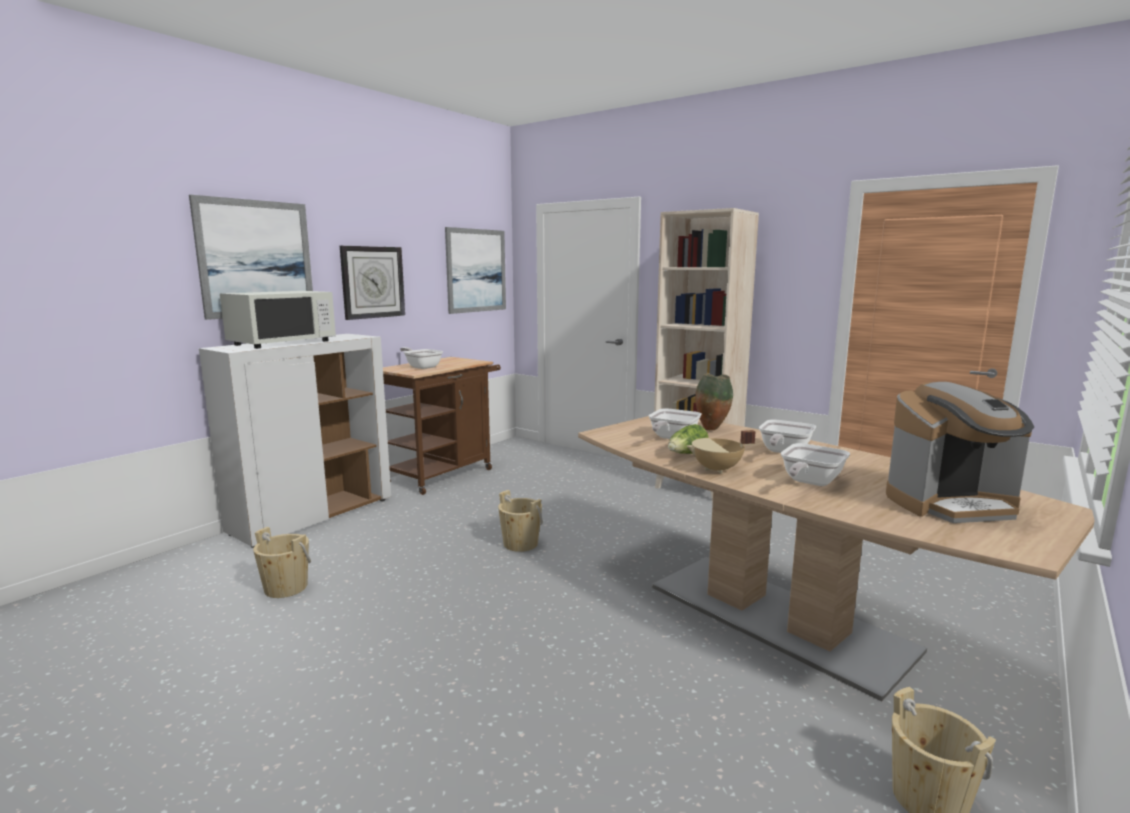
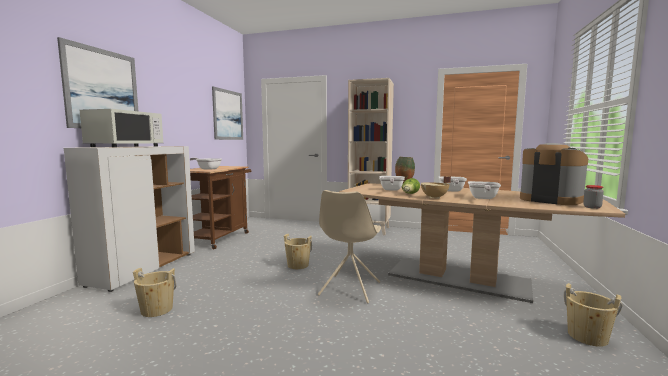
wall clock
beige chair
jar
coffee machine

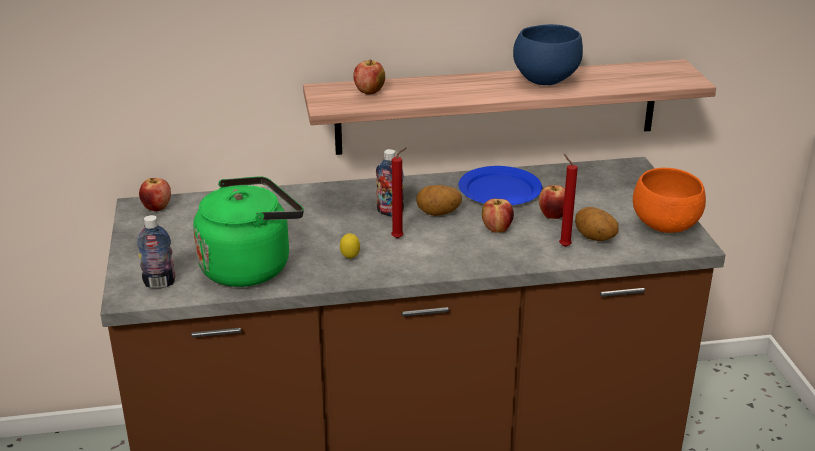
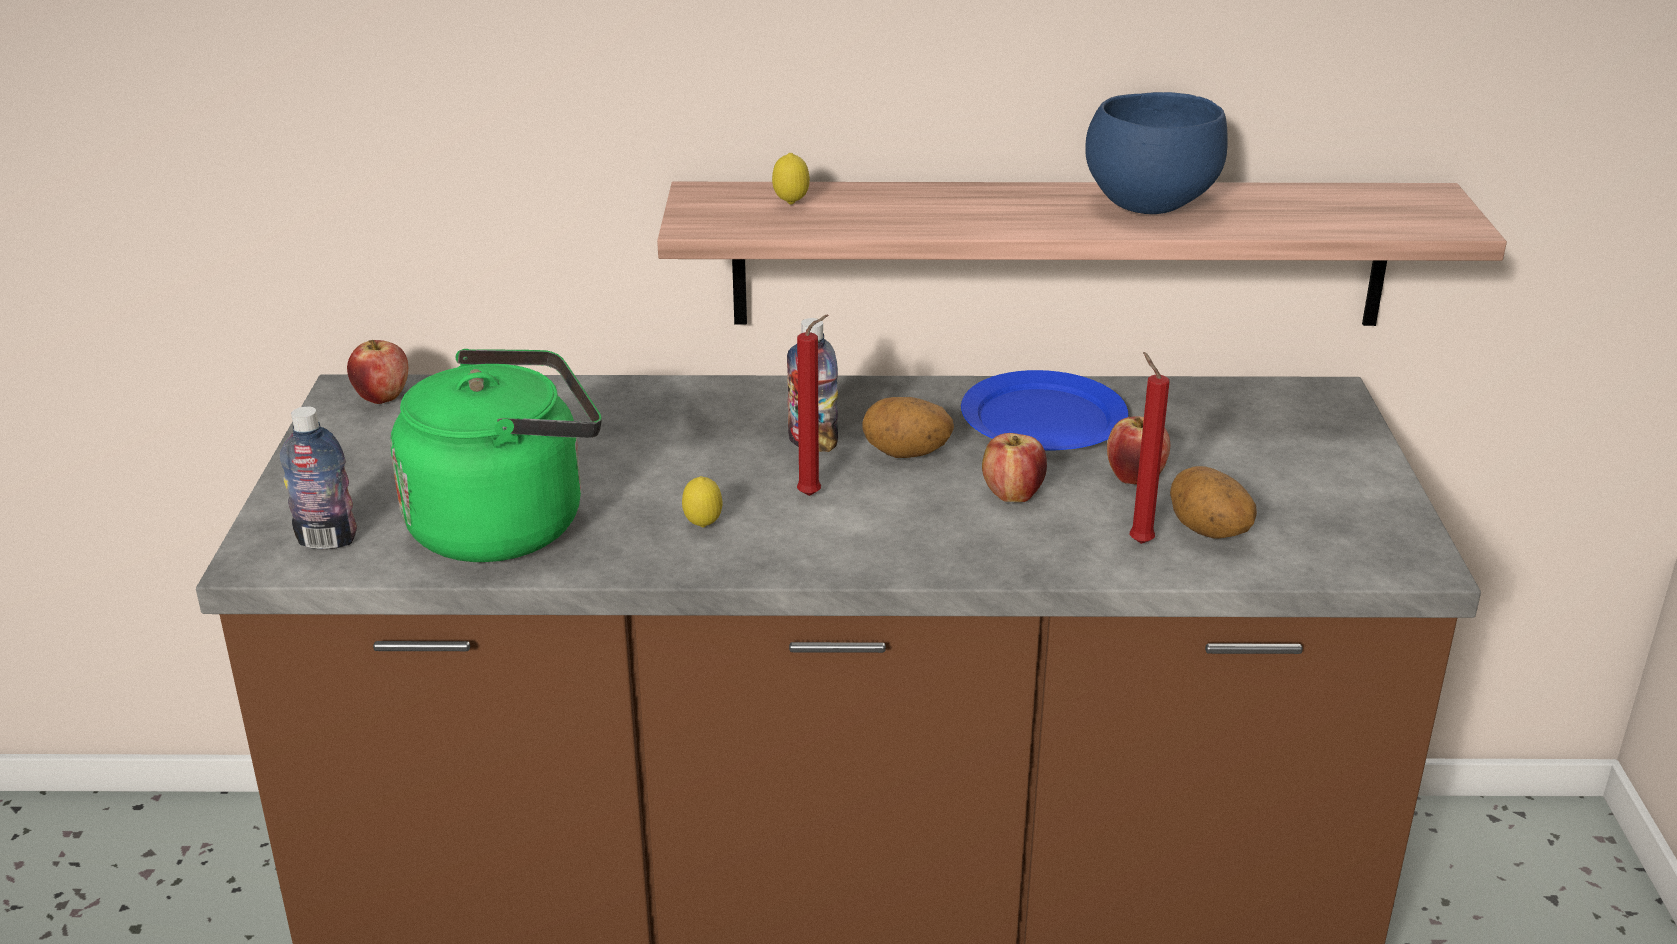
orange bowl
lemon (no. 2 from left)

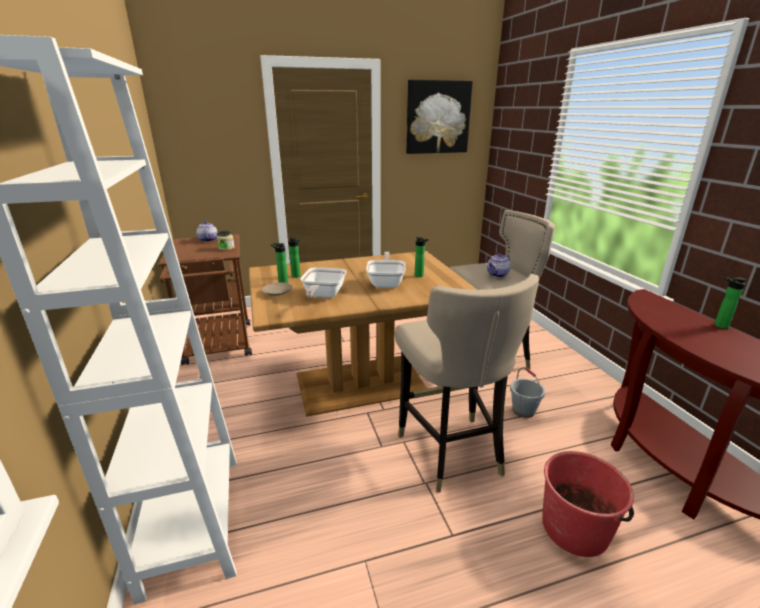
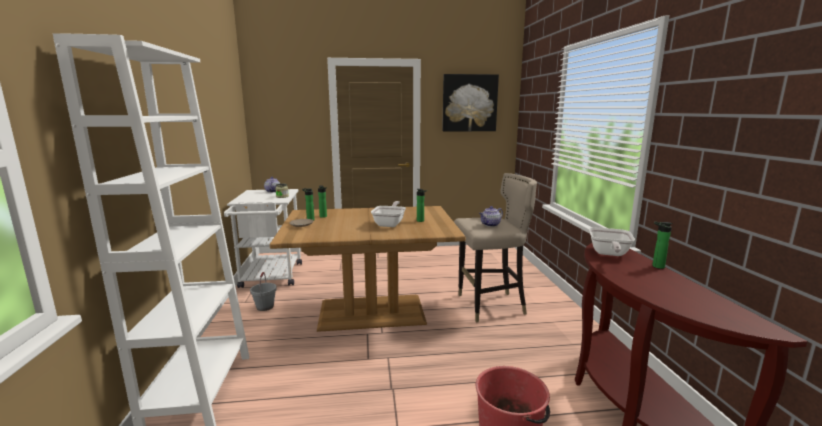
beige stool (no. 1 from left in the first image)
frying pan (no. 2 from left)
grey bucket
white cart

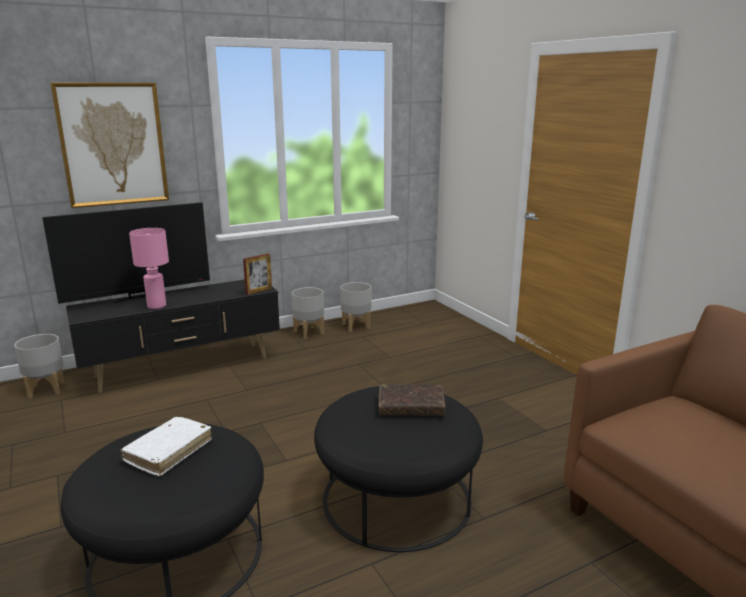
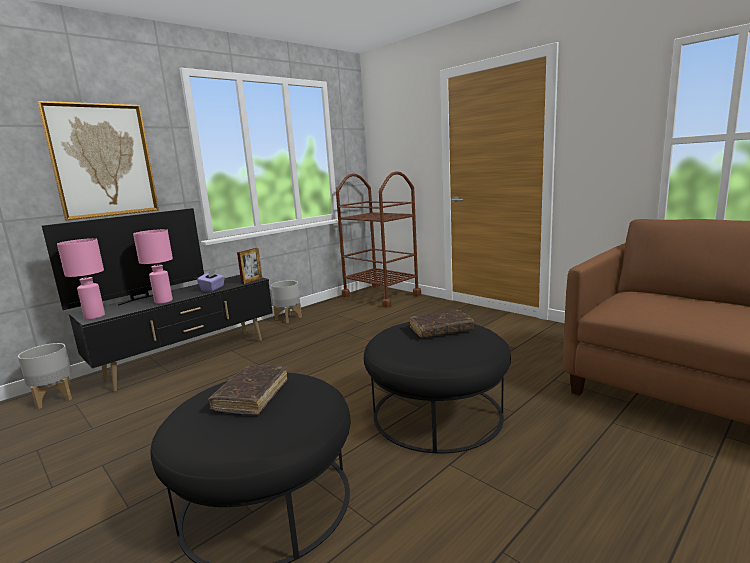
grey planter (no. 3 from left in the first image)
pink table lamp (no. 1 from left)
purple tissue box
brown cart
brown book (no. 1 from left)

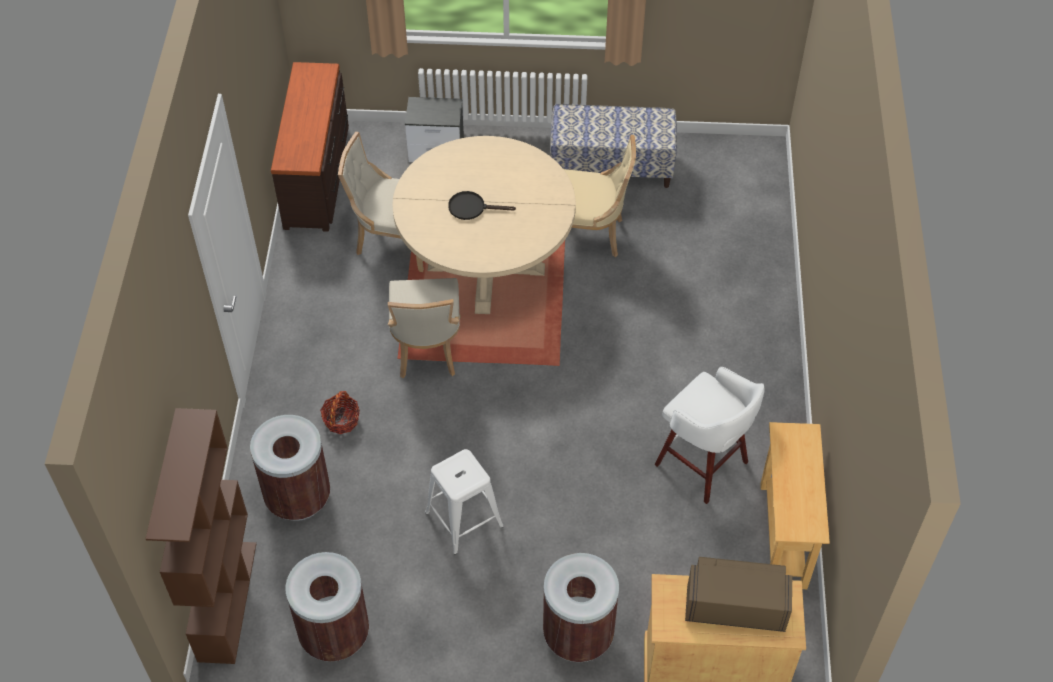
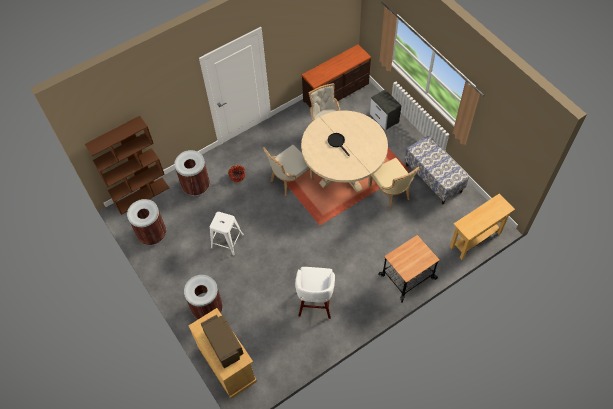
cart
beige console table

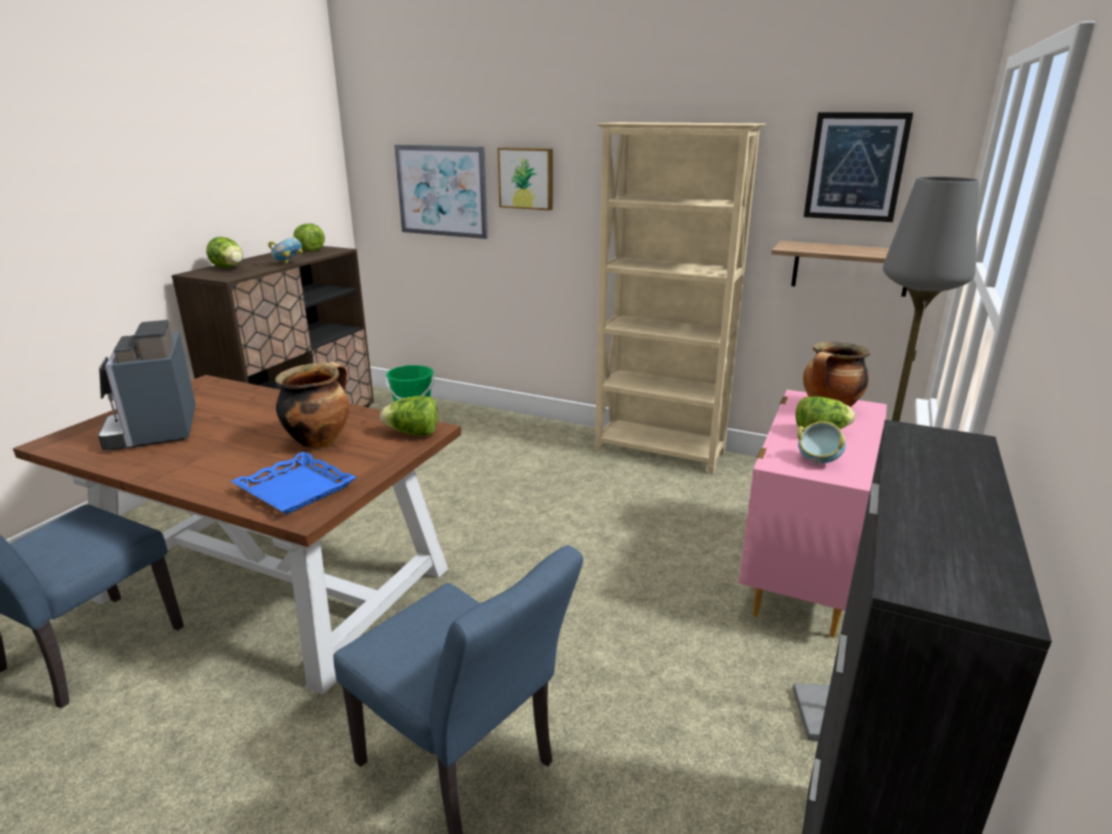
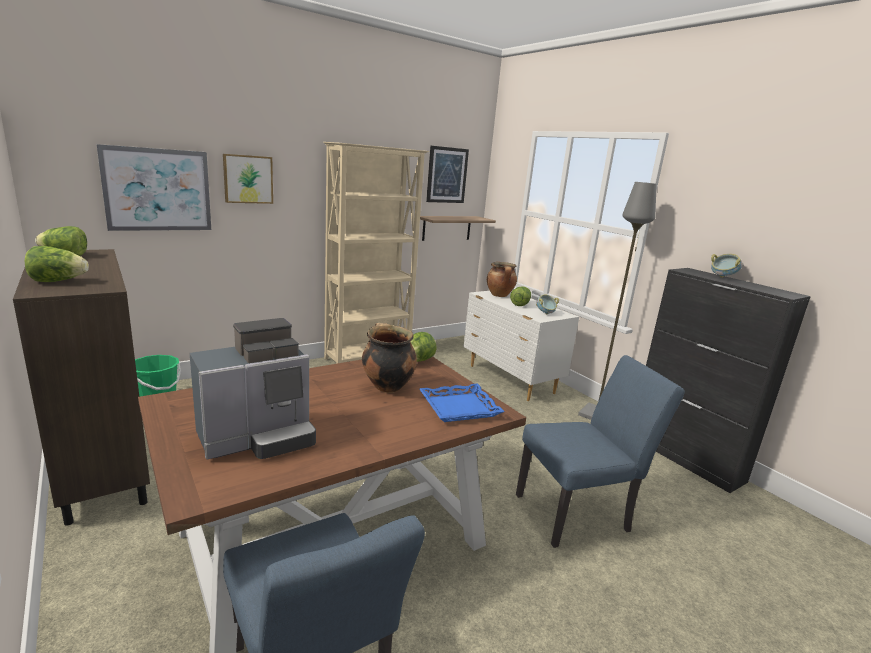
bowl (no. 2 from left)
white dresser
coffee machine

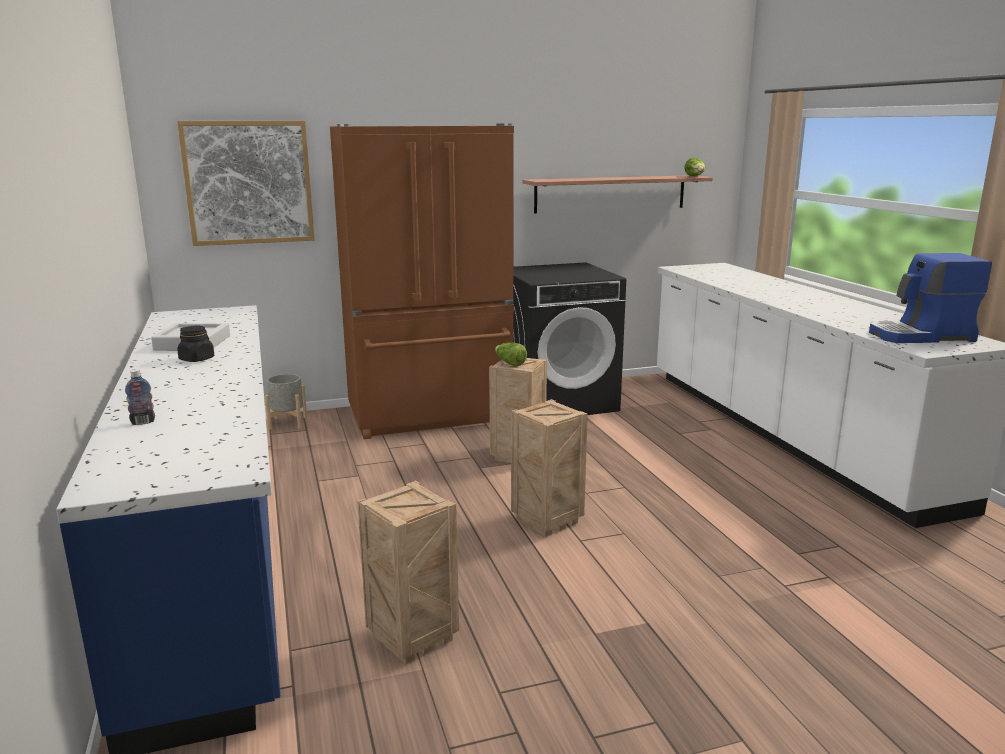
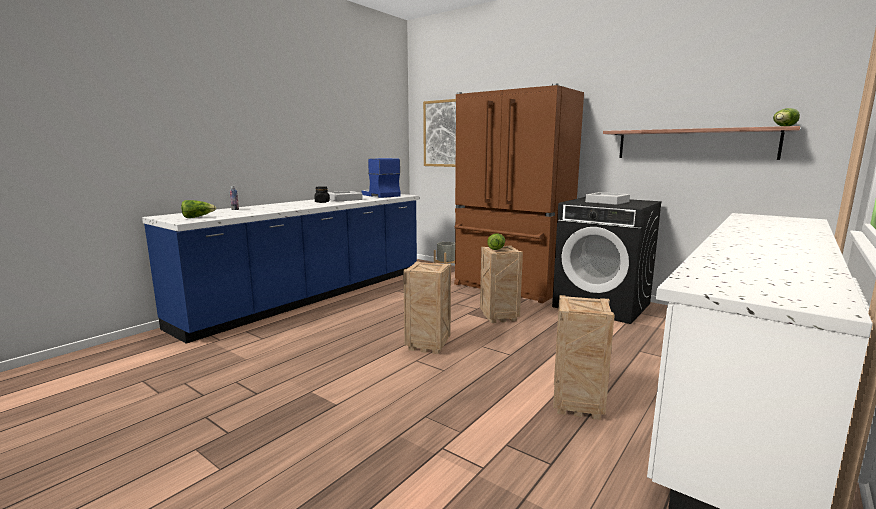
lettuce (no. 1 from left)
grey tray (no. 2 from left)
crate (no. 3 from left)
coffee machine

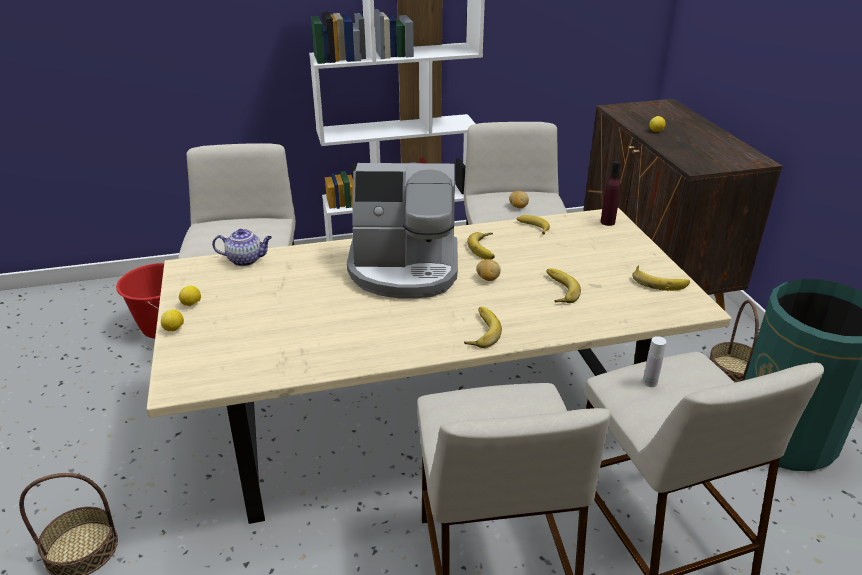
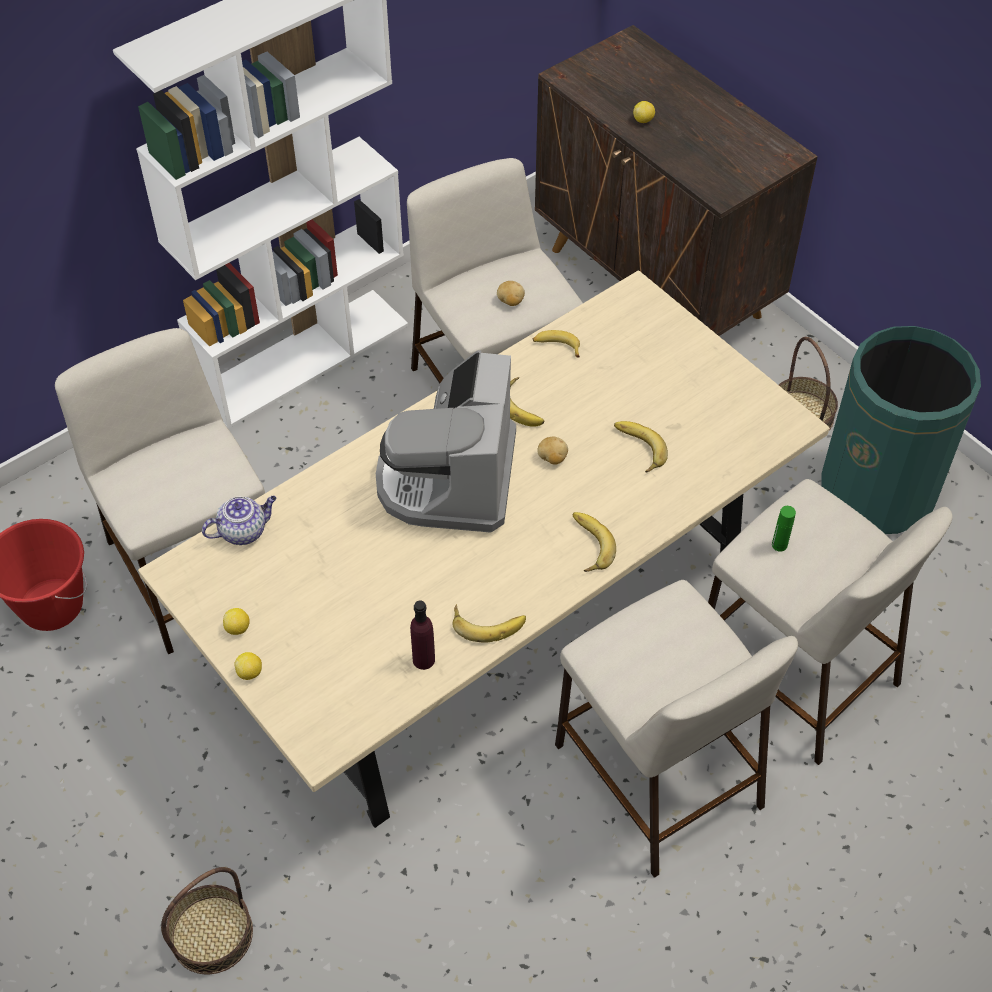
purple bottle
banana (no. 1 from left)
green bottle
coffee machine

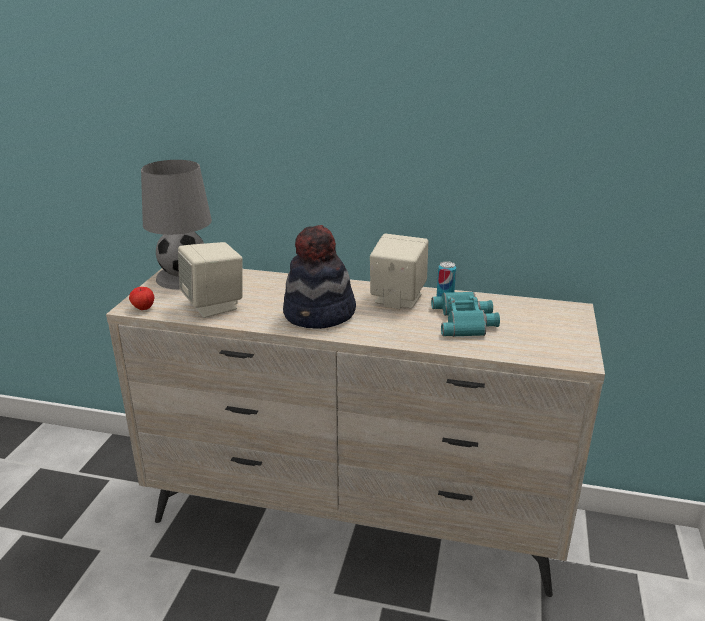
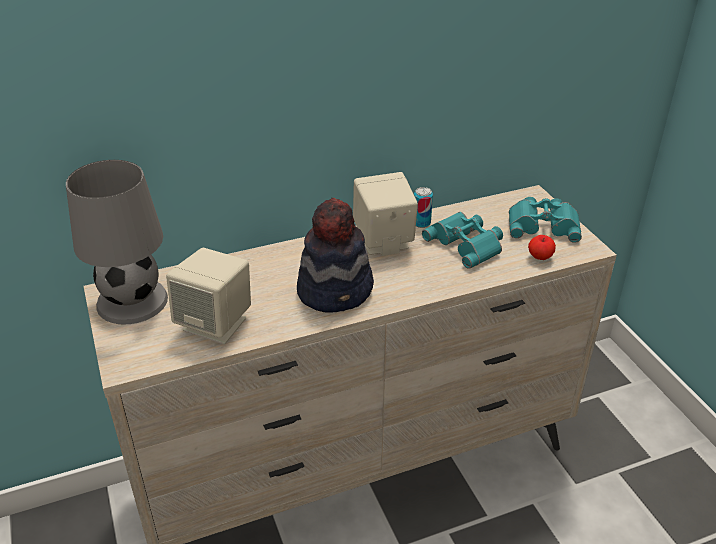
turquoise binoculars (no. 2 from left)
apple

